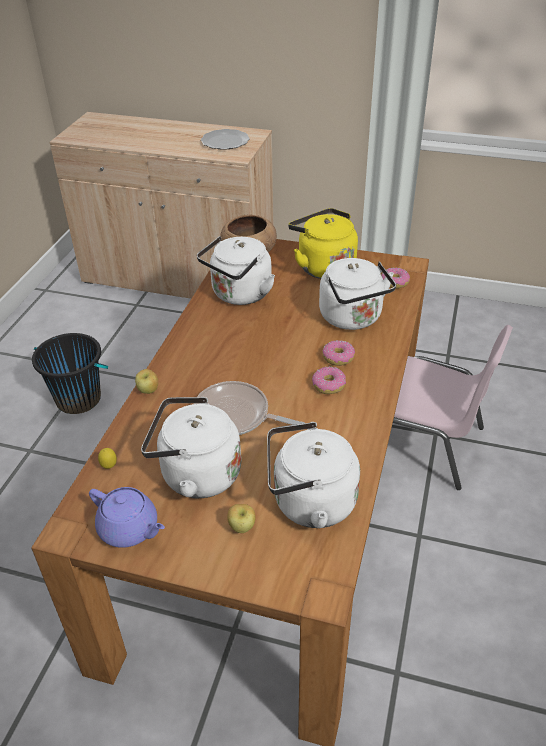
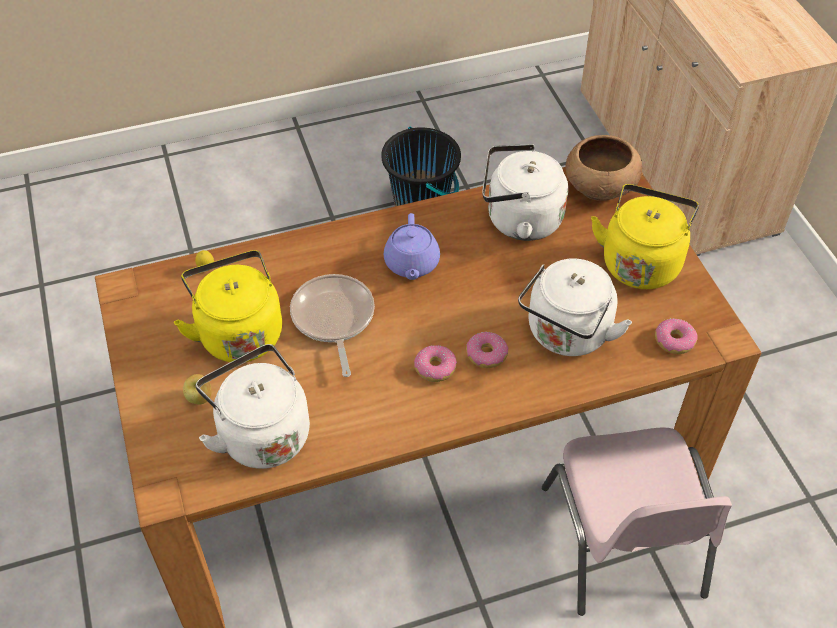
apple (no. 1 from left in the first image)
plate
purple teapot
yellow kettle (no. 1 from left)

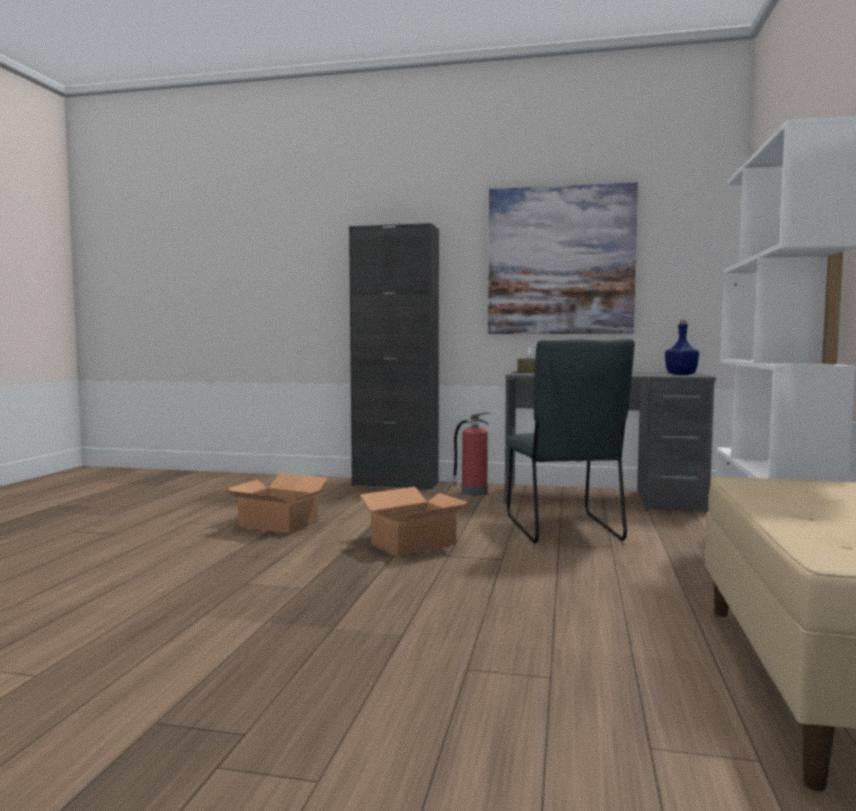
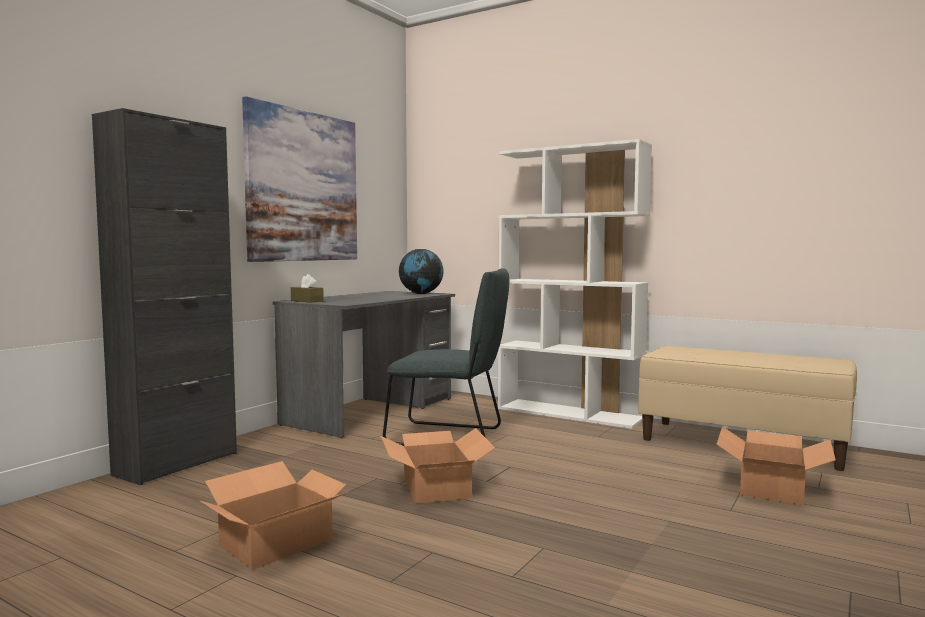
fire extinguisher
cardboard box (no. 3 from left)
globe

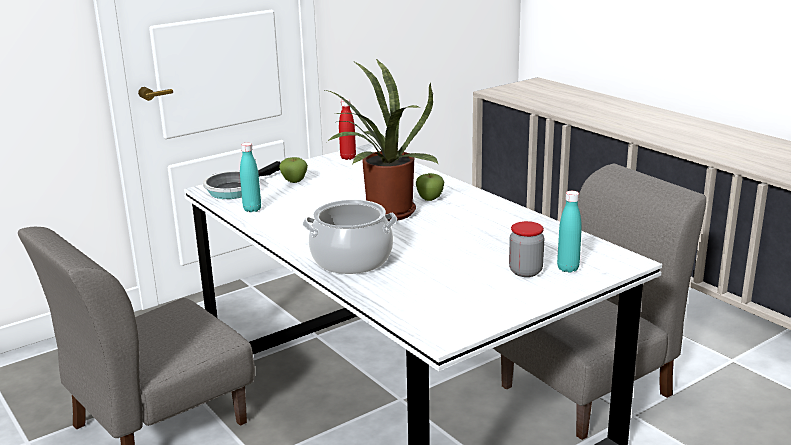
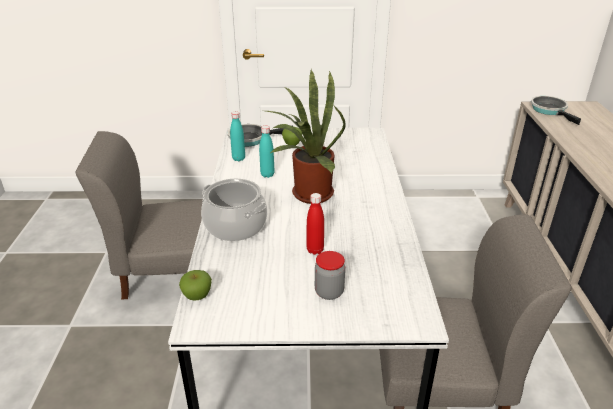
frying pan (no. 2 from left)
red bottle
apple (no. 1 from left)
turquoise bottle (no. 2 from left)

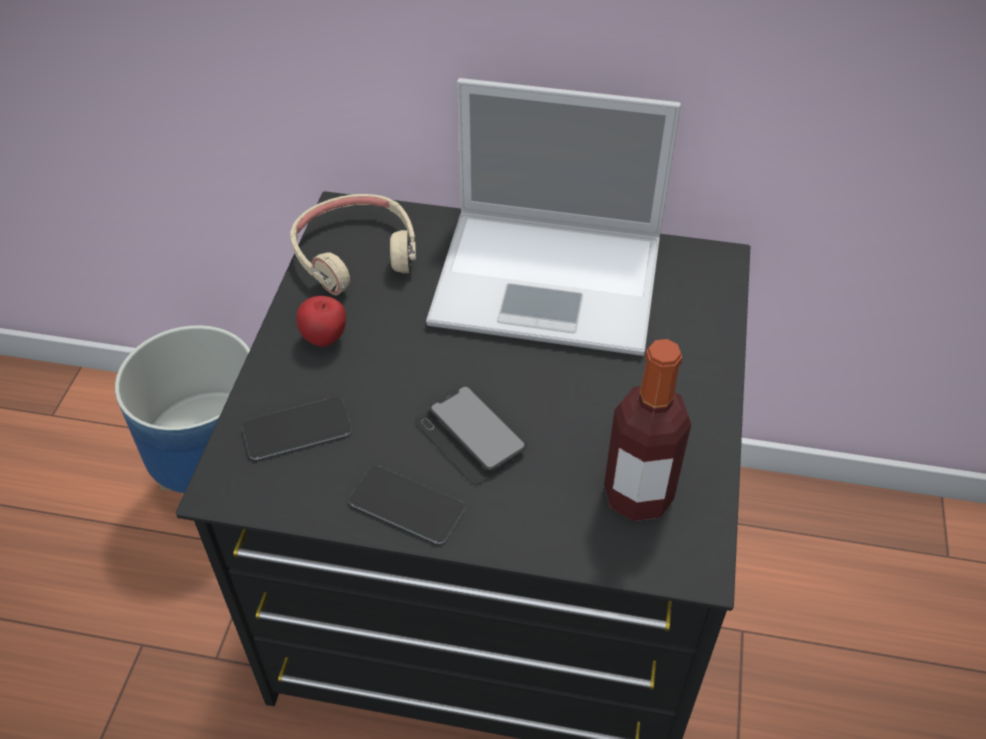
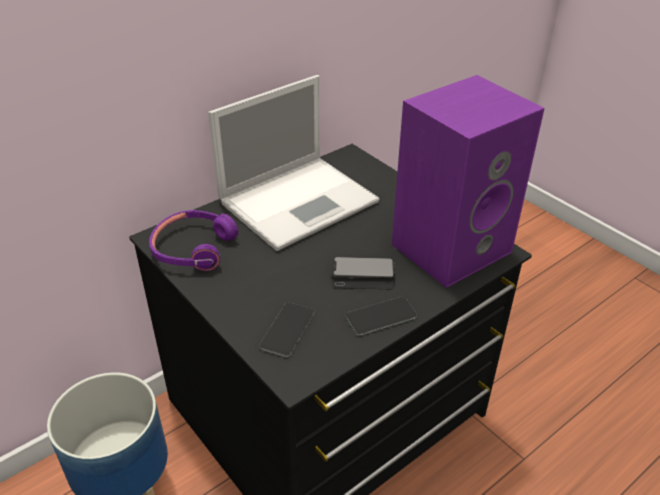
apple
purple speaker
purple headphones

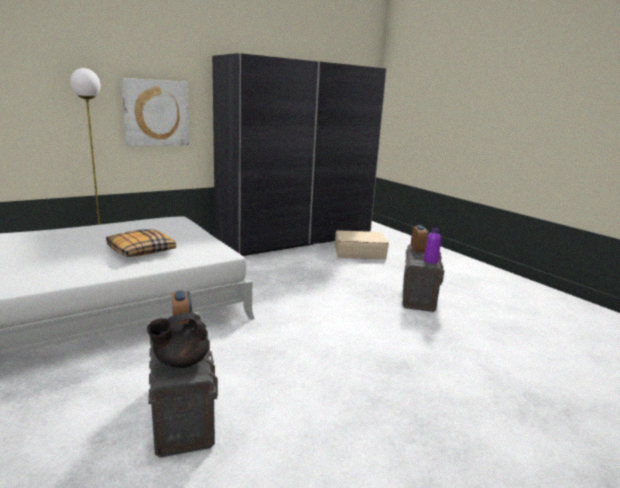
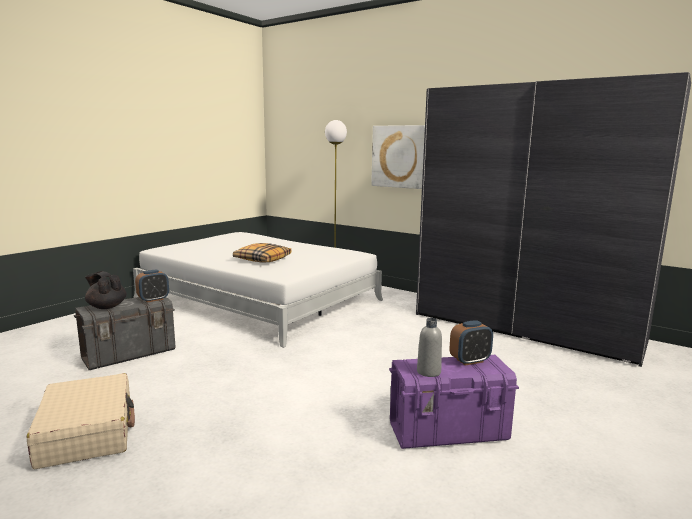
beige suitcase
purple storage box
grey bottle

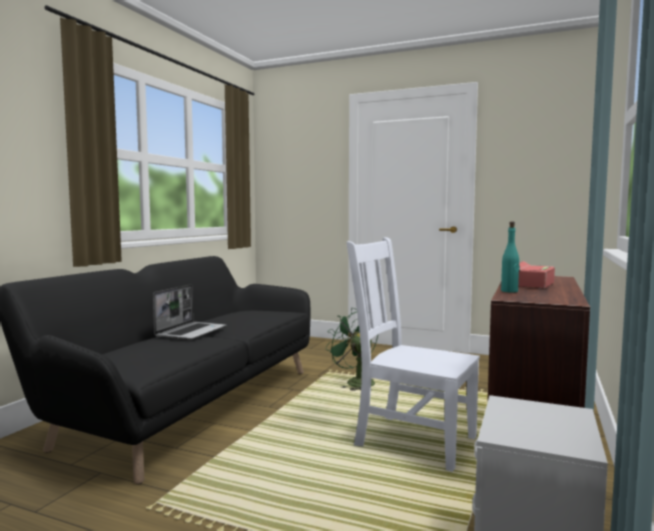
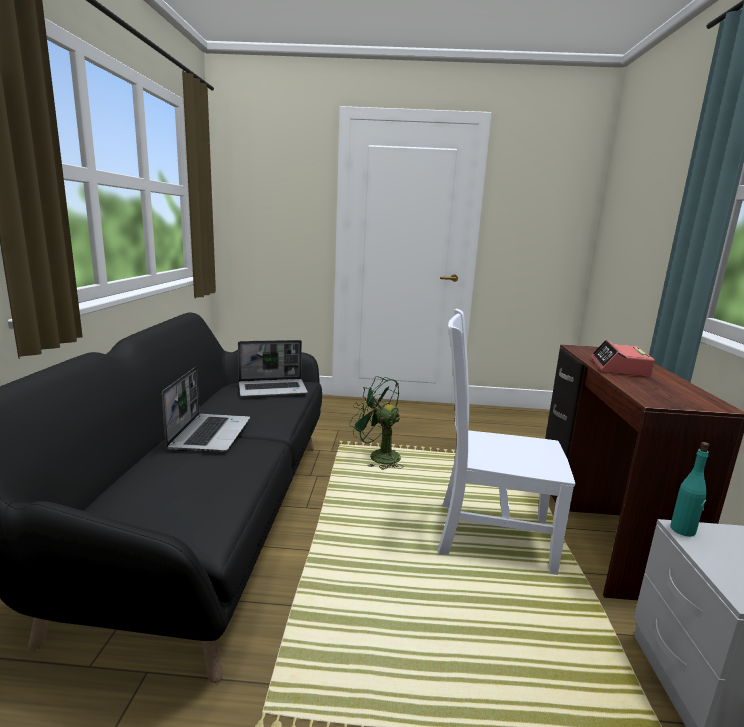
laptop (no. 2 from left)
turquoise bottle

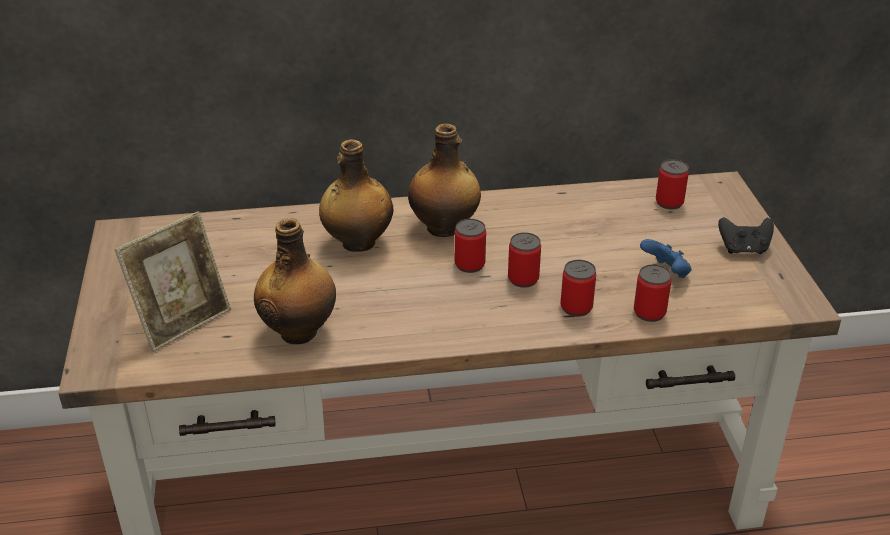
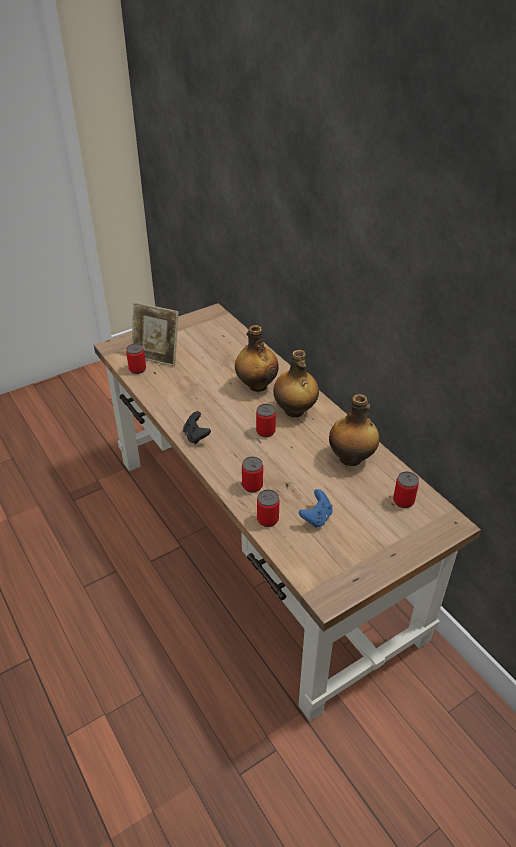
bottle (no. 3 from left)
can (no. 1 from left)
black game controller

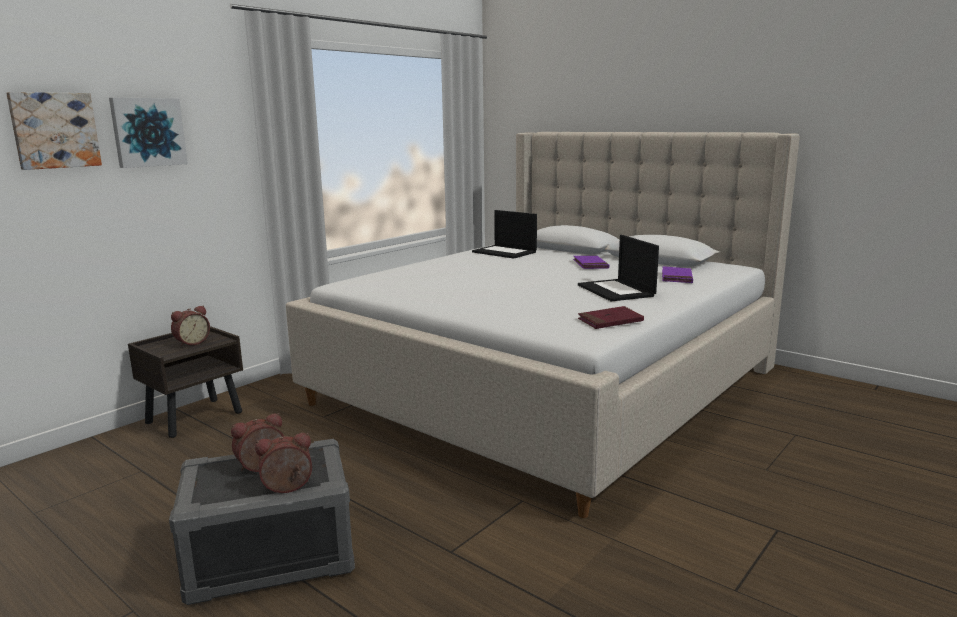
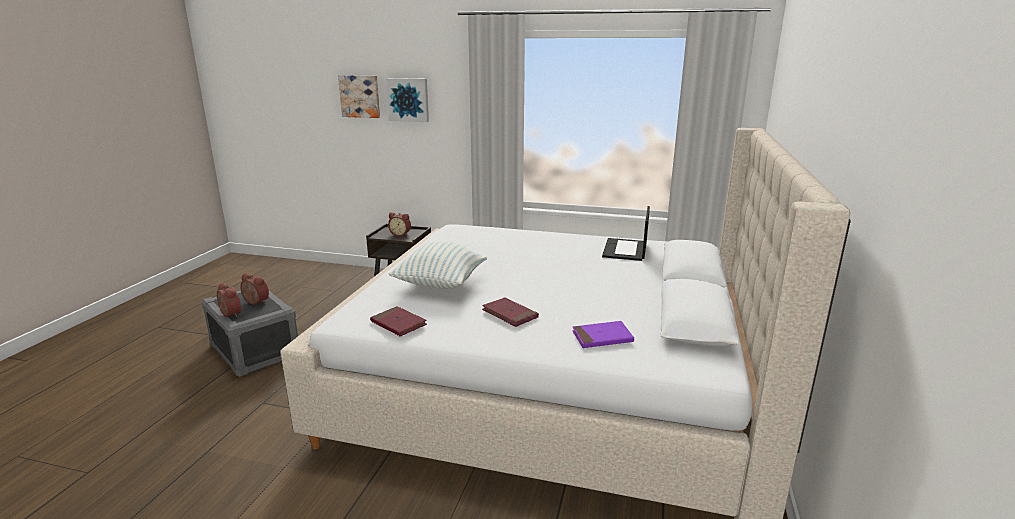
purple book (no. 1 from left in the first image)
pillow
red book (no. 2 from left)

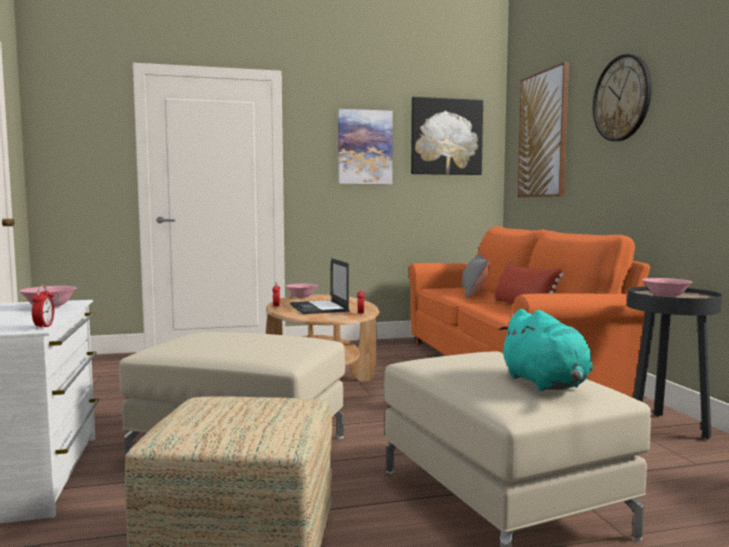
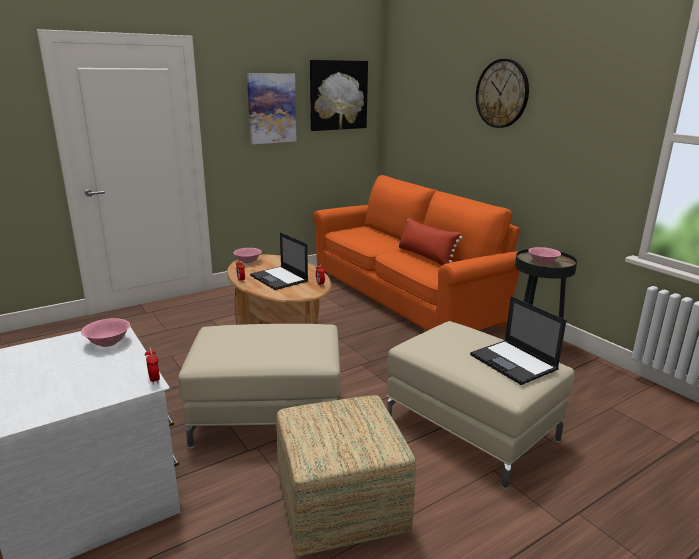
grey pillow
picture (no. 3 from left in the first image)
laptop (no. 2 from left)

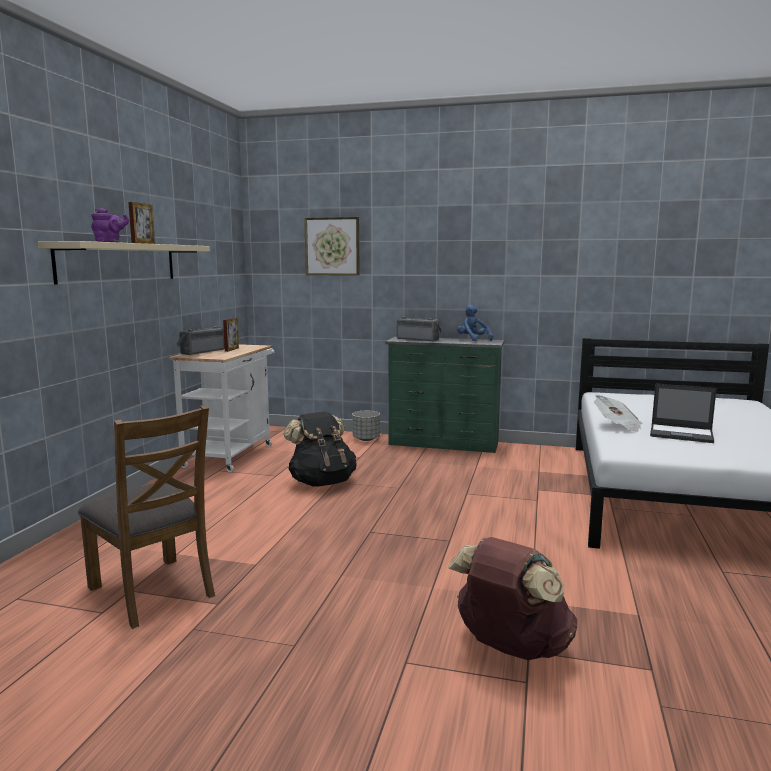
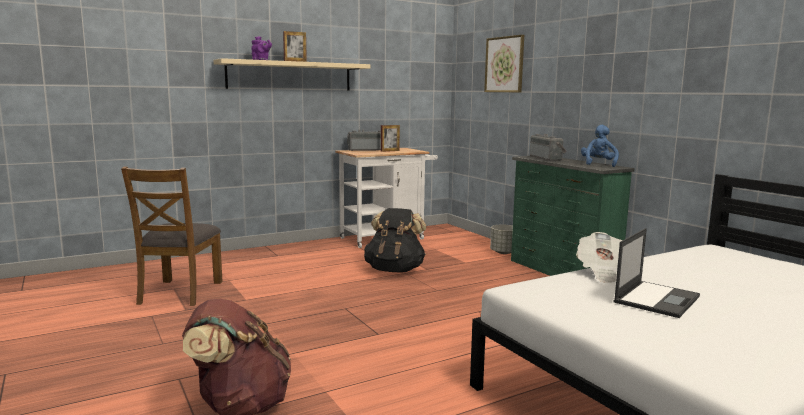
laptop

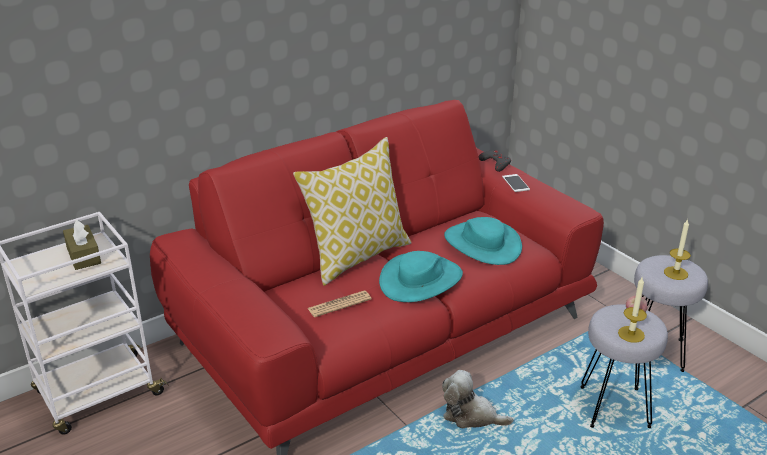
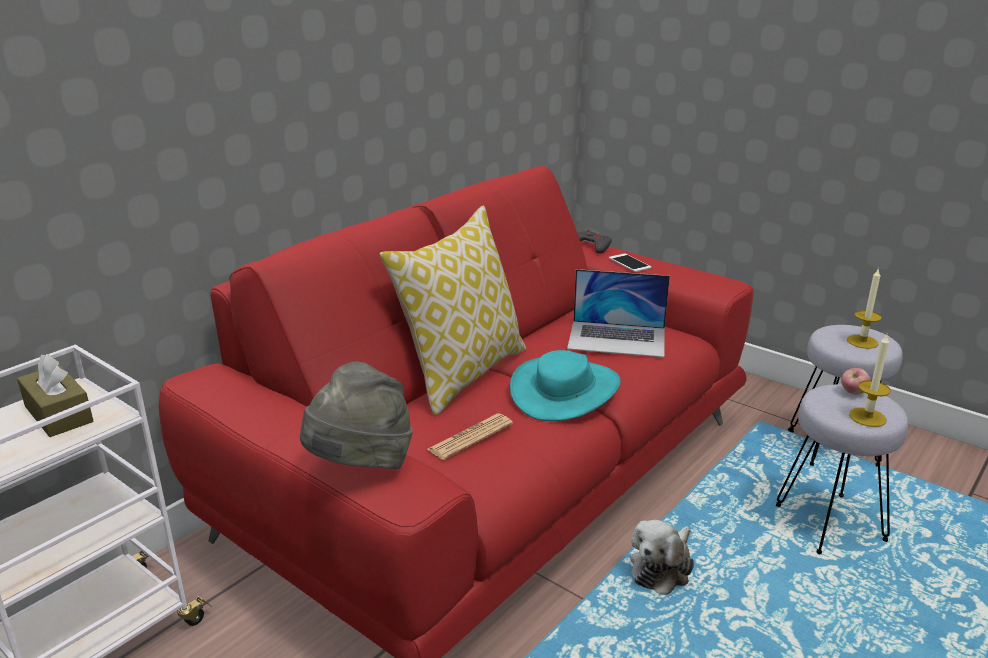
grey hat
laptop
plush toy

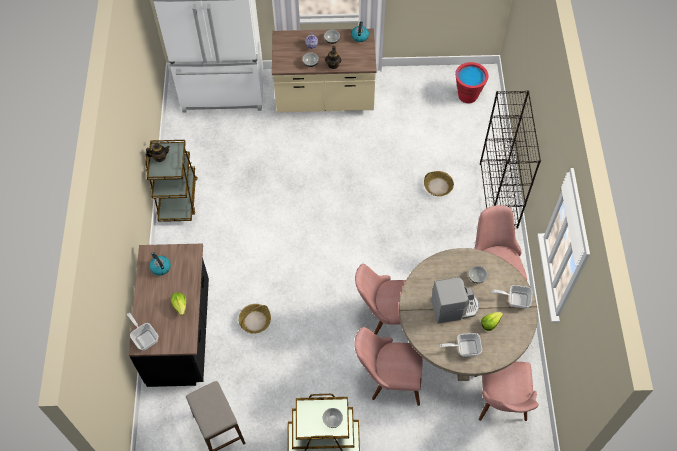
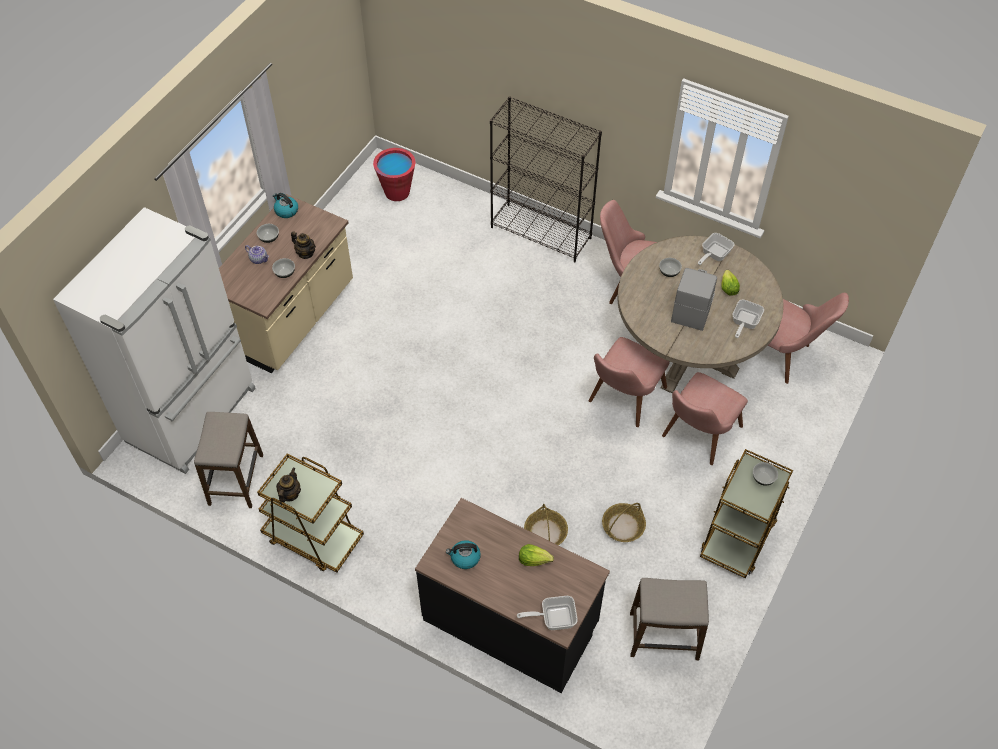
stool (no. 1 from left)
basket (no. 2 from left)

